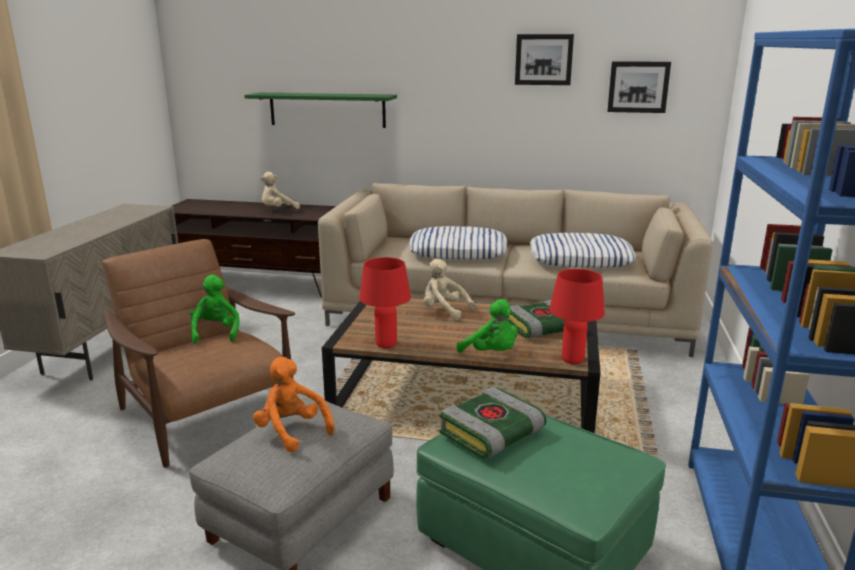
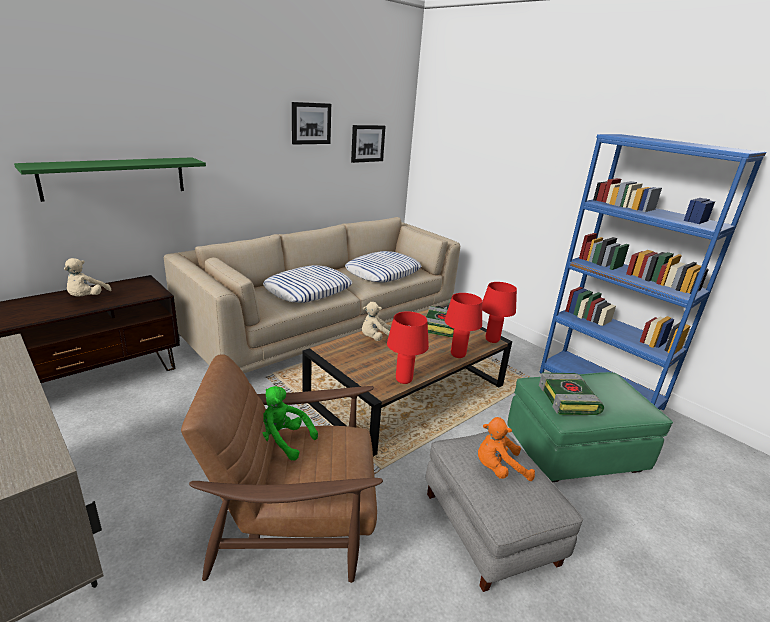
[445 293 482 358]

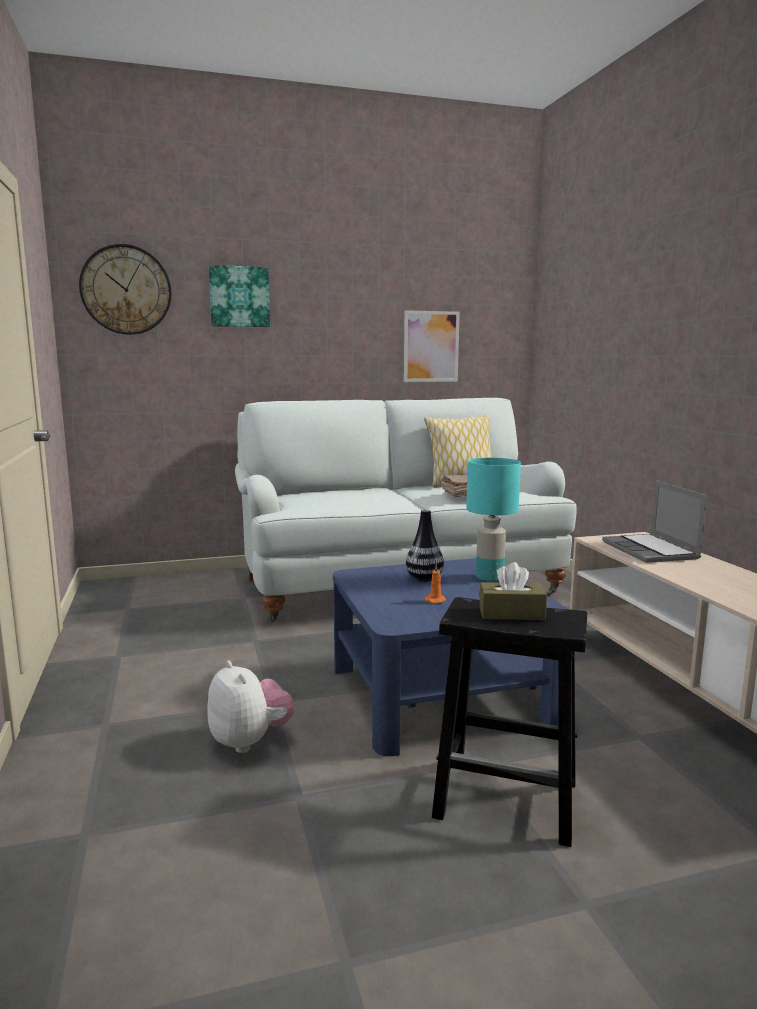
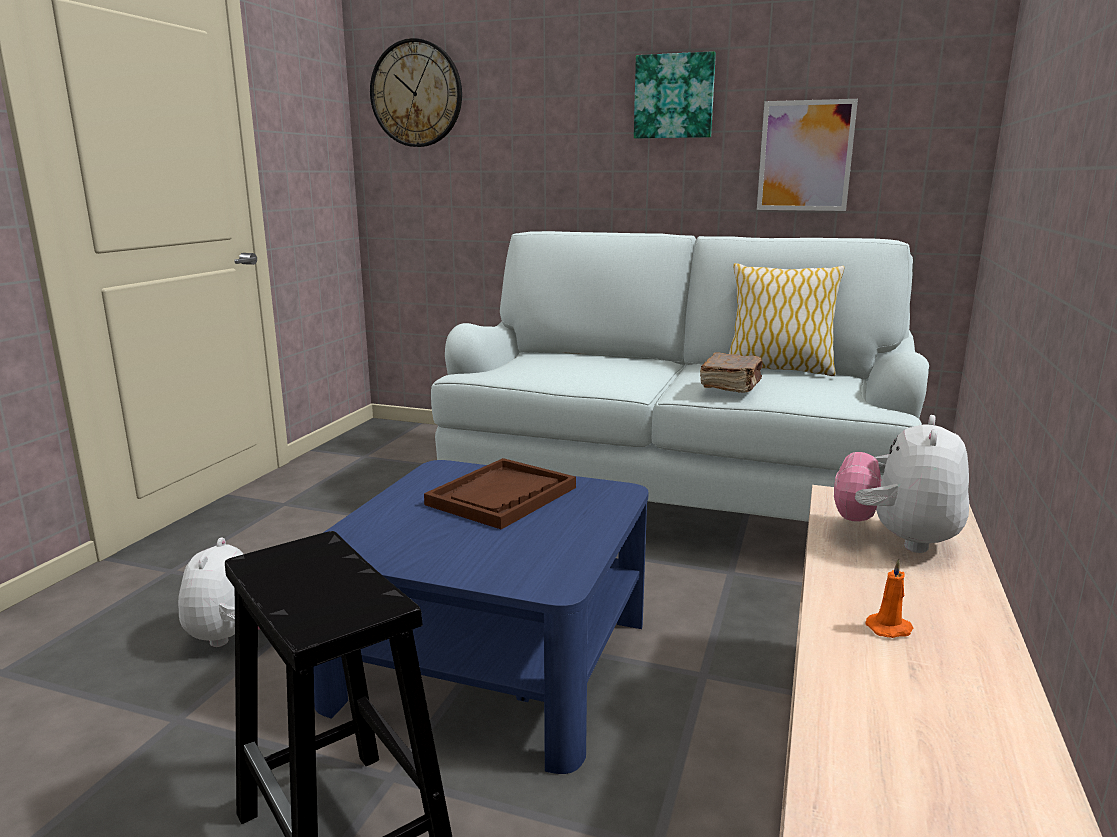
[634 51 716 138]
[466 458 521 581] (first image)
[834 415 969 553]
[424 458 576 529]
[479 562 547 620] (first image)
[865 559 913 638]

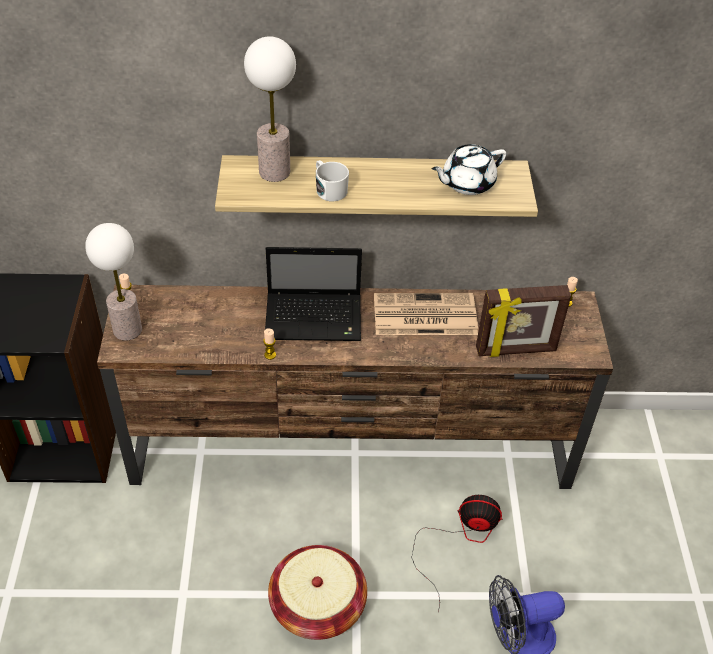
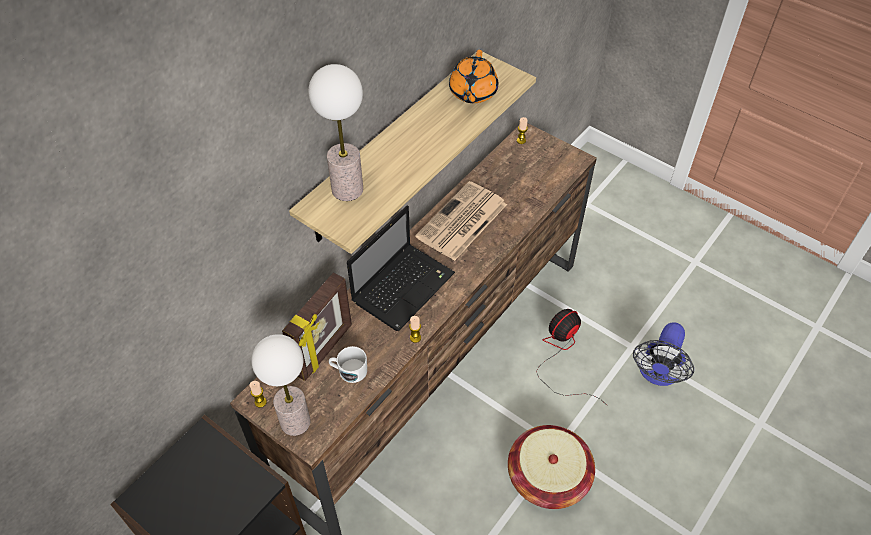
[449 50 498 103]
[329 346 367 383]
[282 273 352 381]

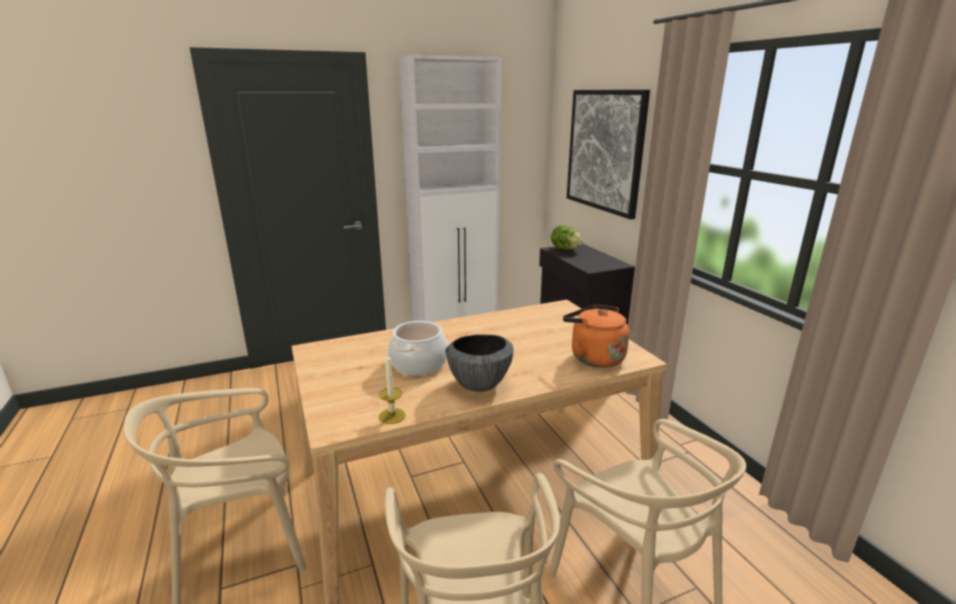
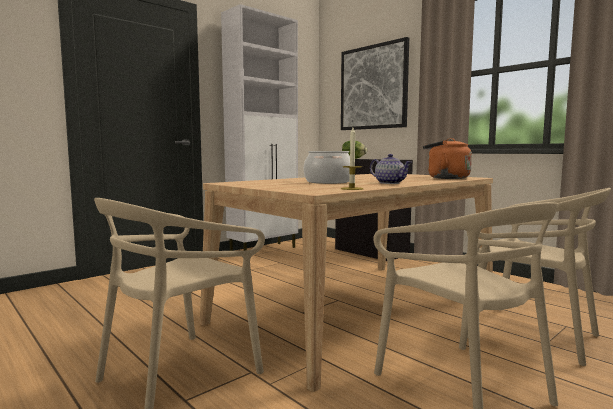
[370 154 412 184]

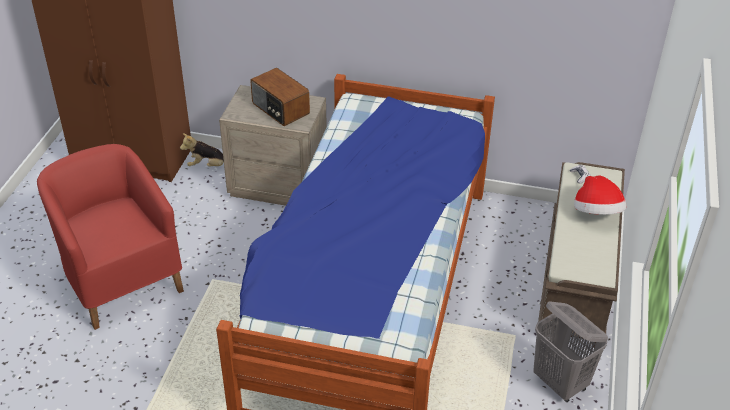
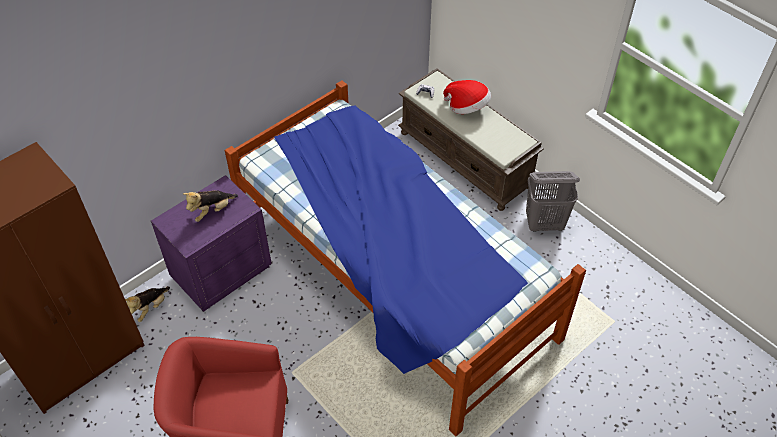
[183 190 238 222]
[151 175 272 312]

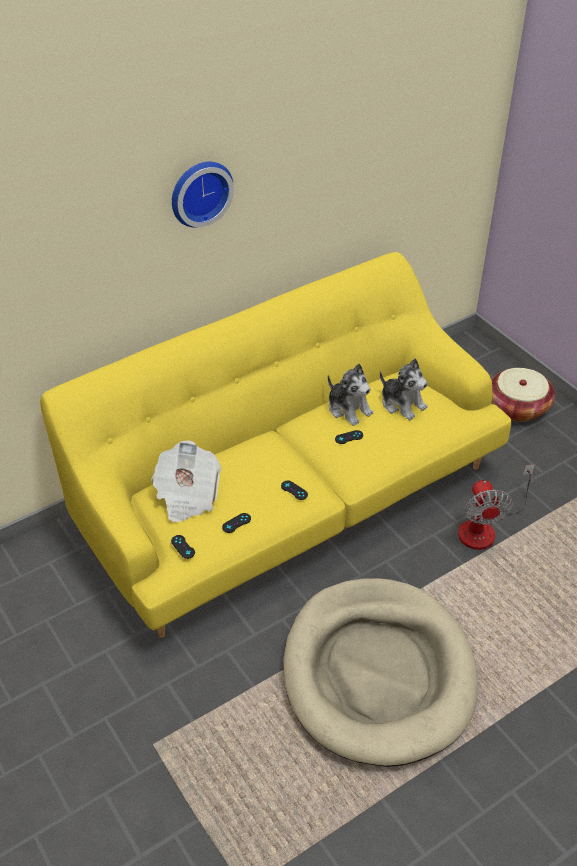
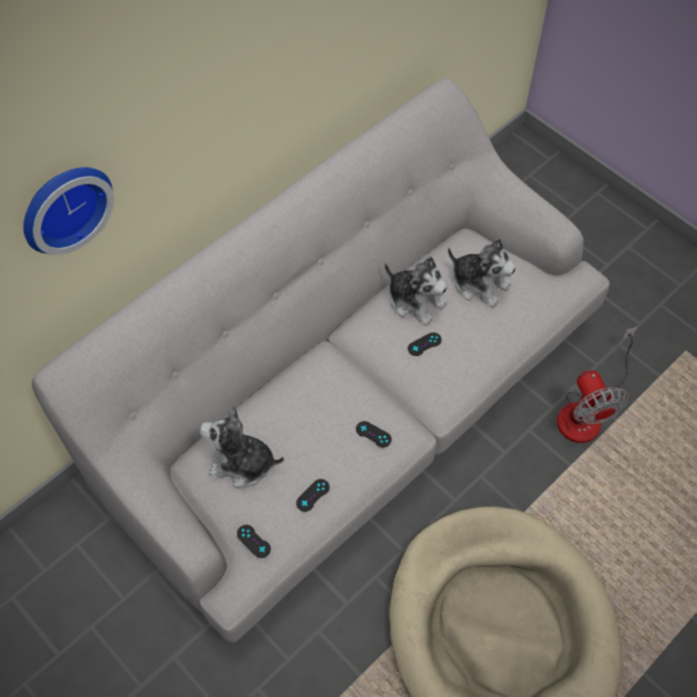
[23 167 114 255]
[32 78 610 642]
[492 368 555 422] (first image)
[200 405 284 488]

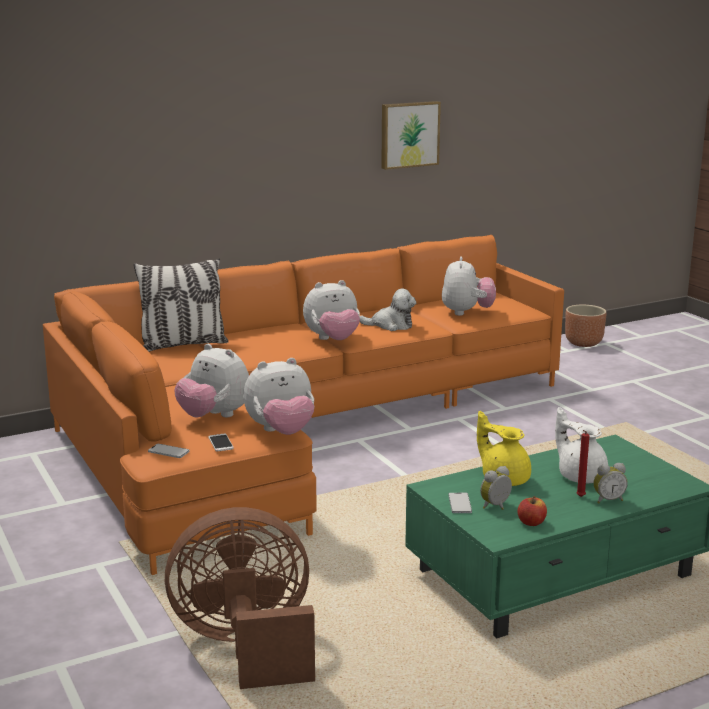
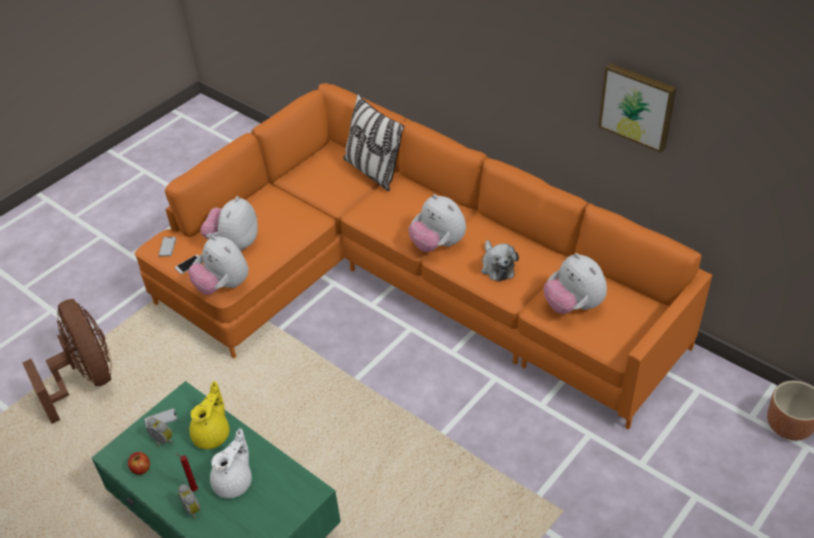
[544 253 607 314]

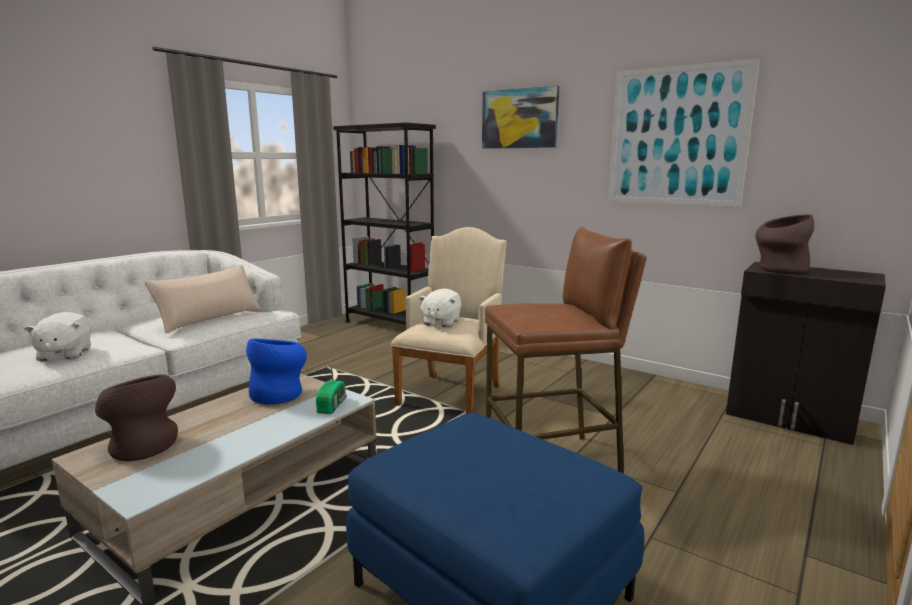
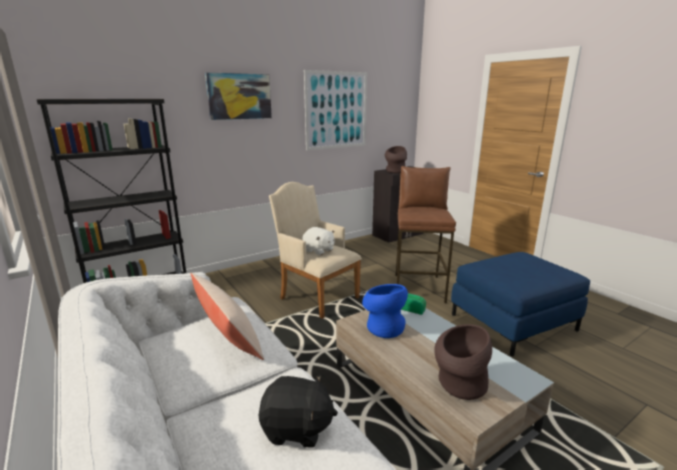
[259 375 338 448]

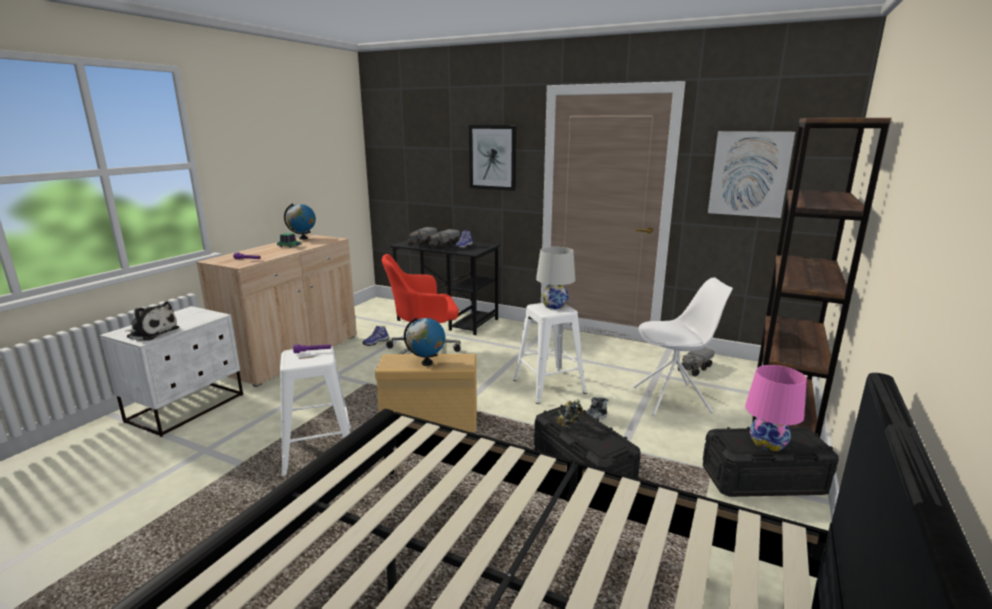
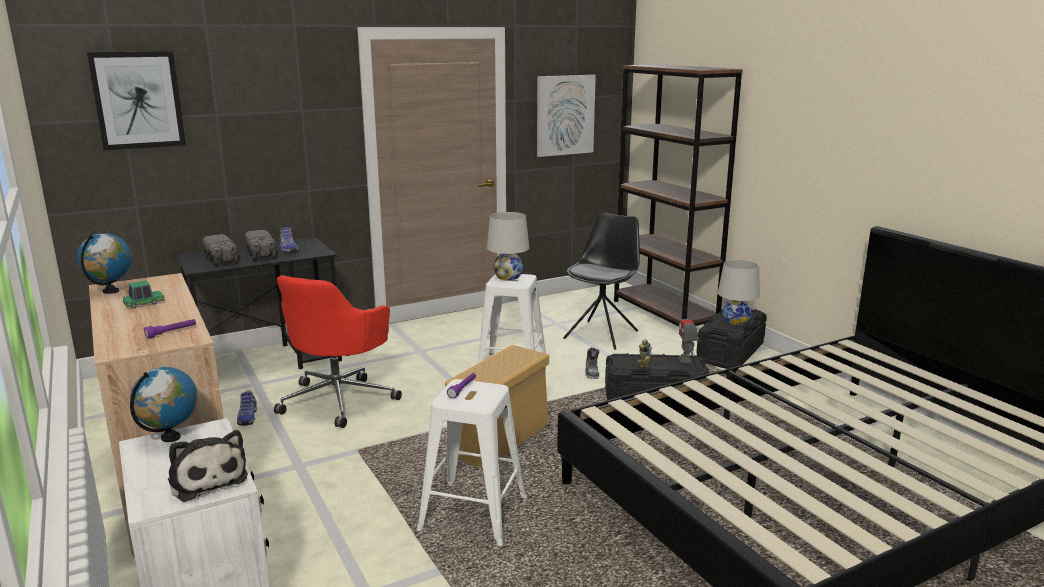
[87 51 186 150]
[563 213 640 350]
[168 430 248 502]
[130 367 197 442]
[678 347 715 376] (first image)
[718 260 760 325]
[679 308 698 363]

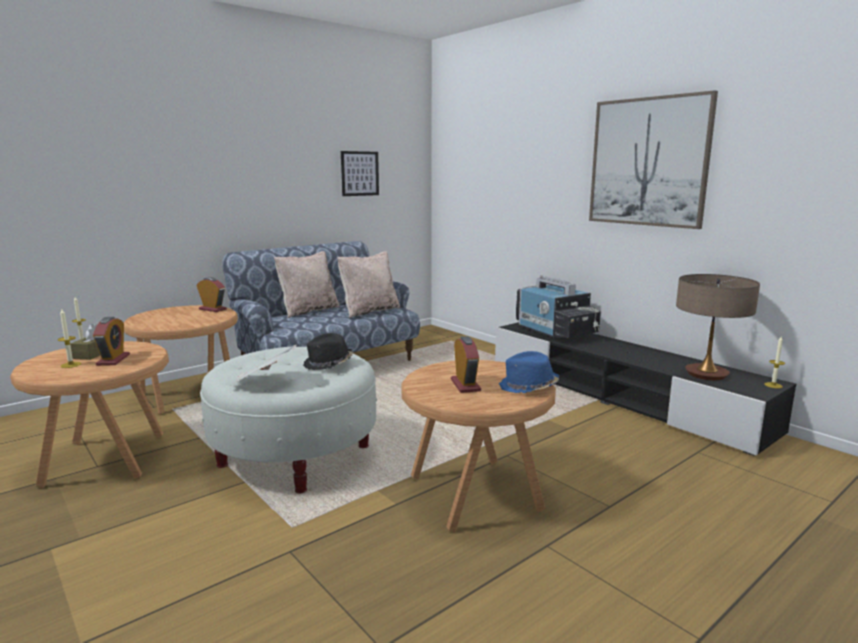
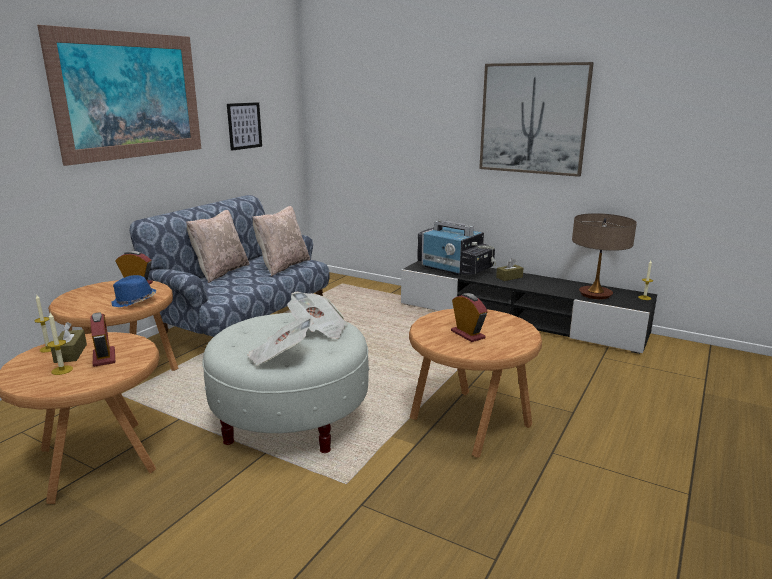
[287 292 348 339]
[111 275 157 307]
[37 25 201 166]
[496 258 523 281]

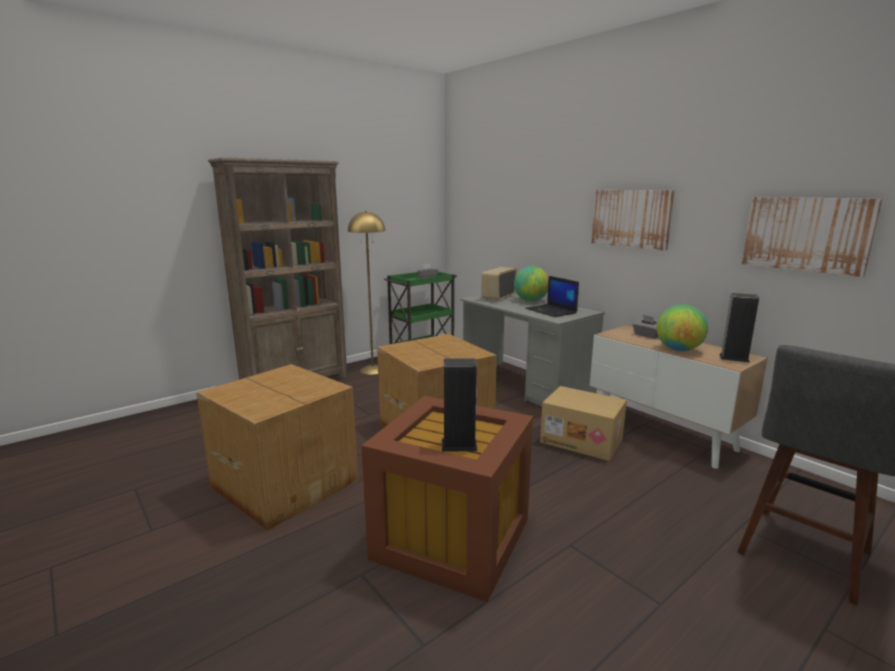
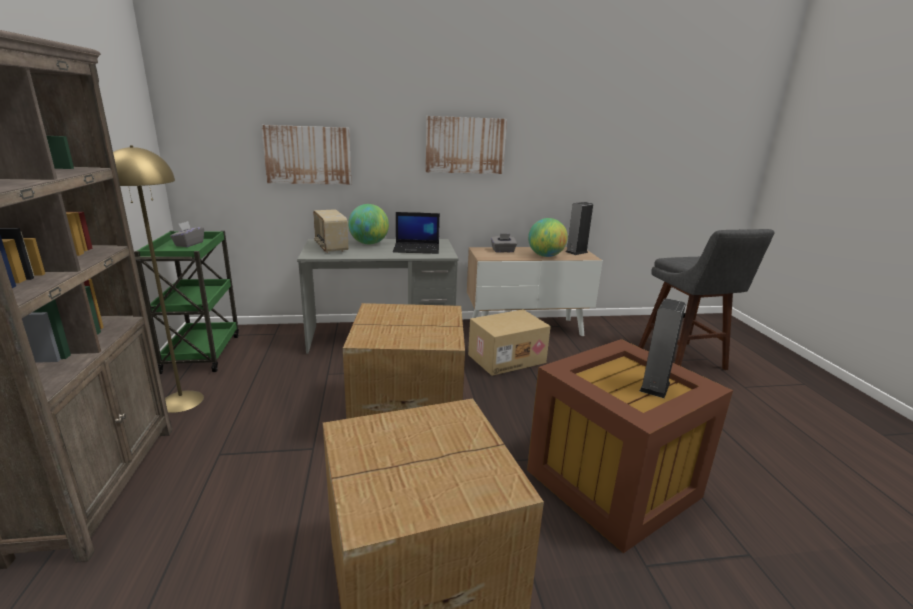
[261 125 351 185]

